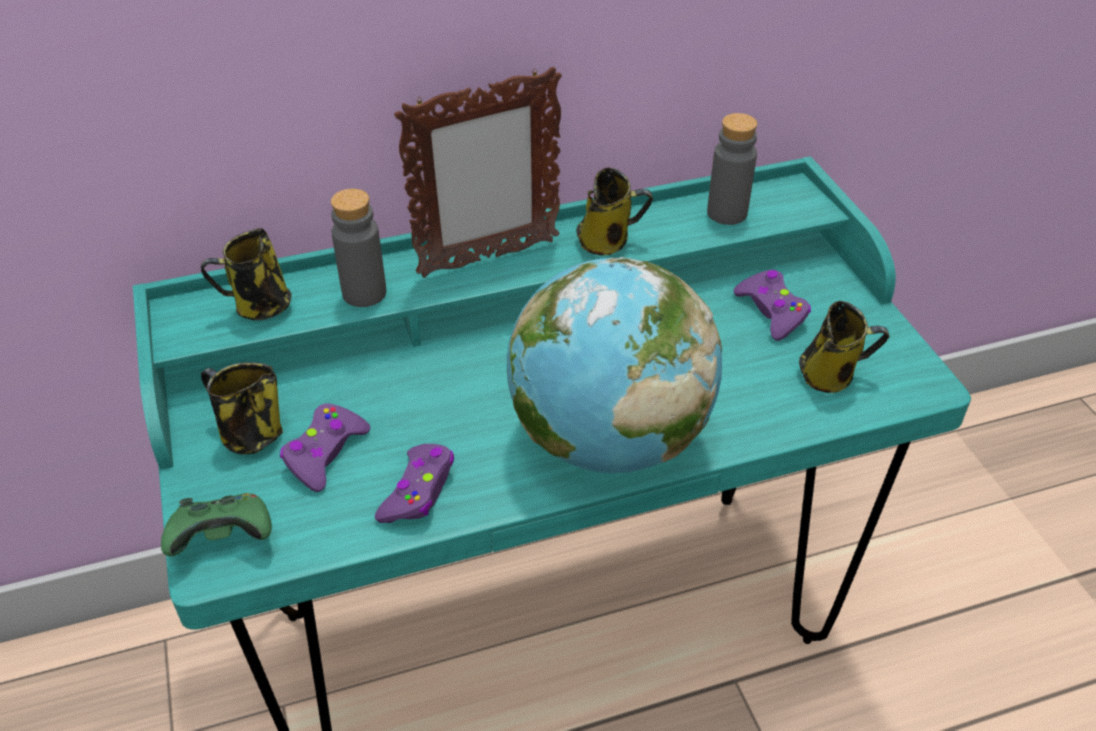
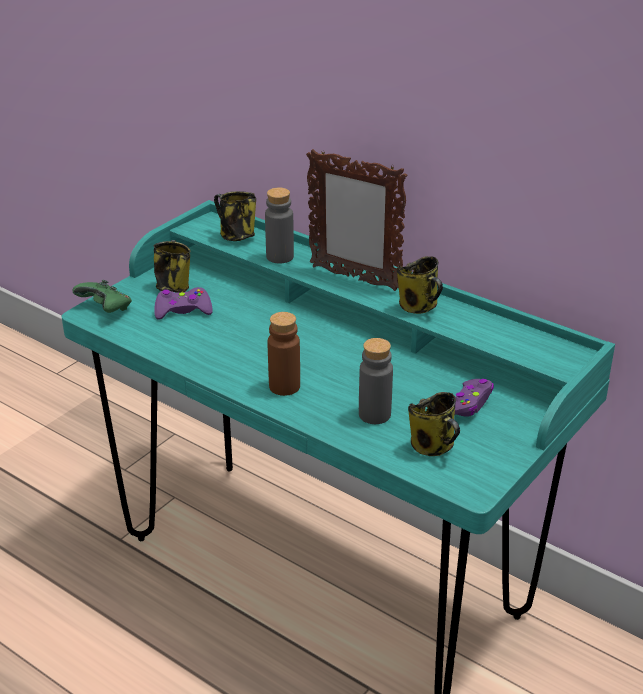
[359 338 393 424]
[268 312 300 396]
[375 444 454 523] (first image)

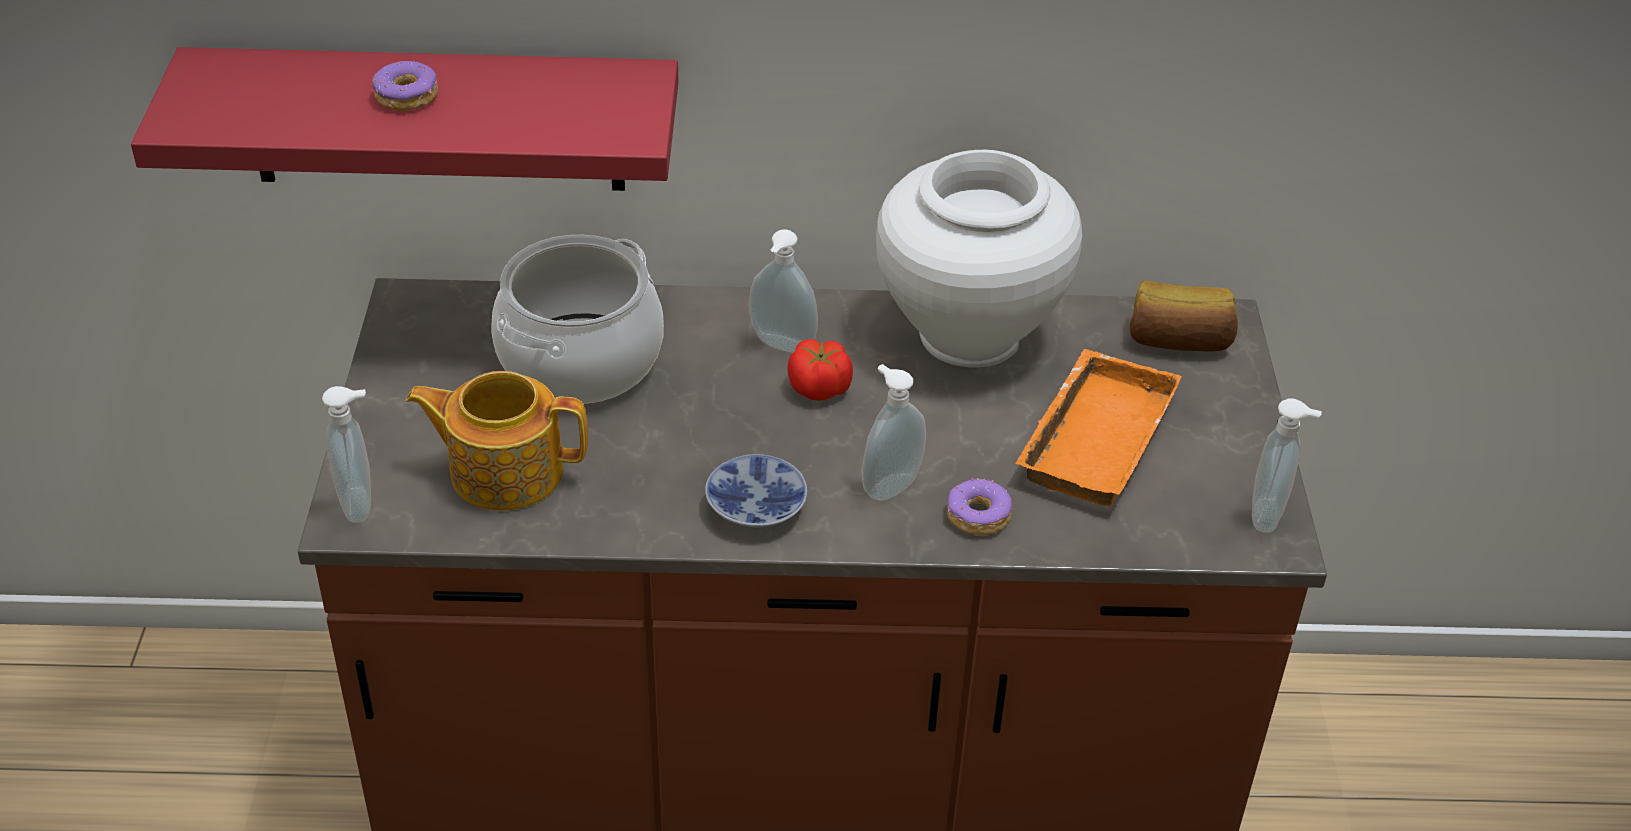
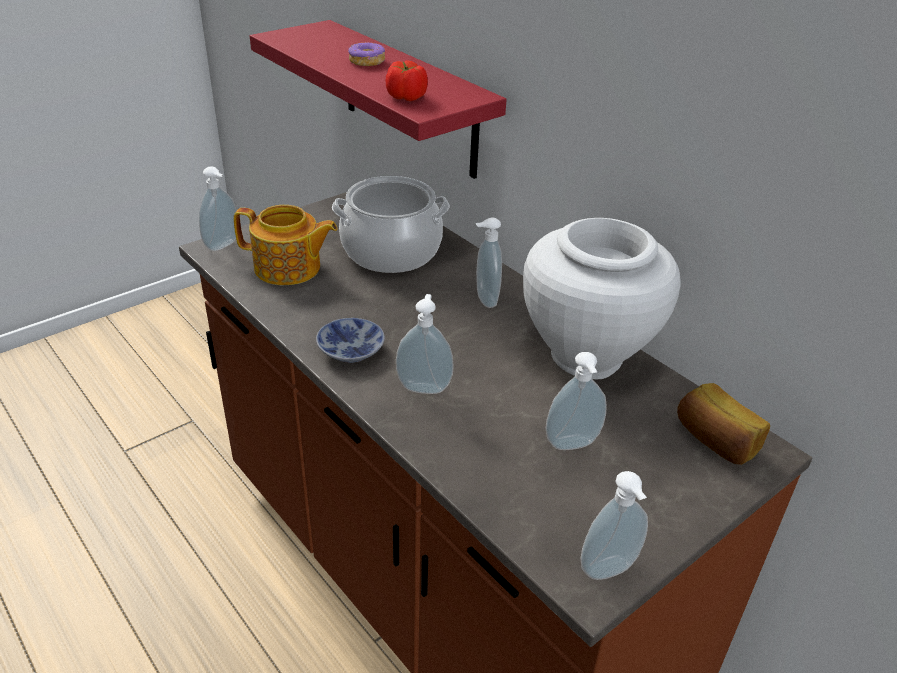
[386 60 428 101]
[546 352 607 450]
[234 205 337 285]
[947 478 1012 536] (first image)

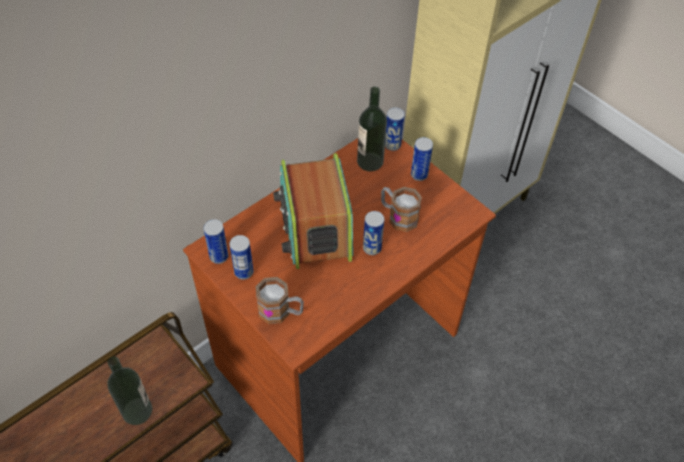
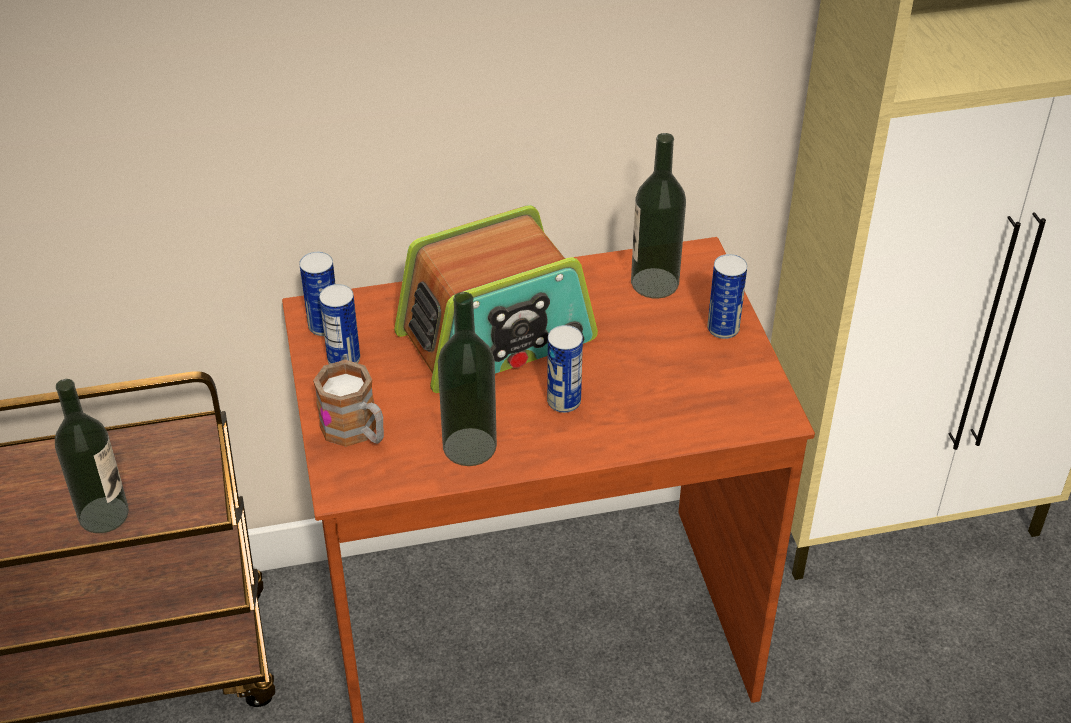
[385 108 405 151] (first image)
[394 205 598 393]
[381 187 422 232] (first image)
[438 292 497 466]

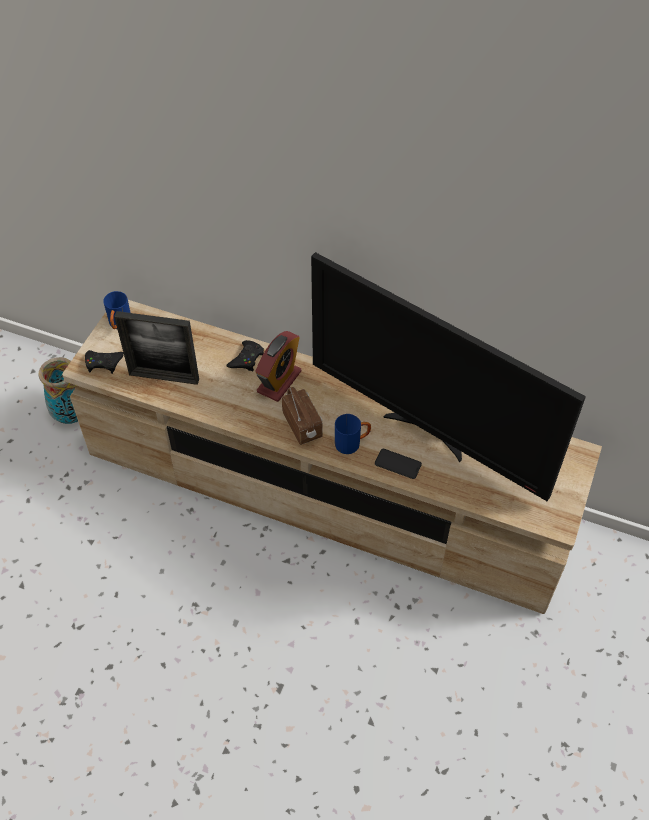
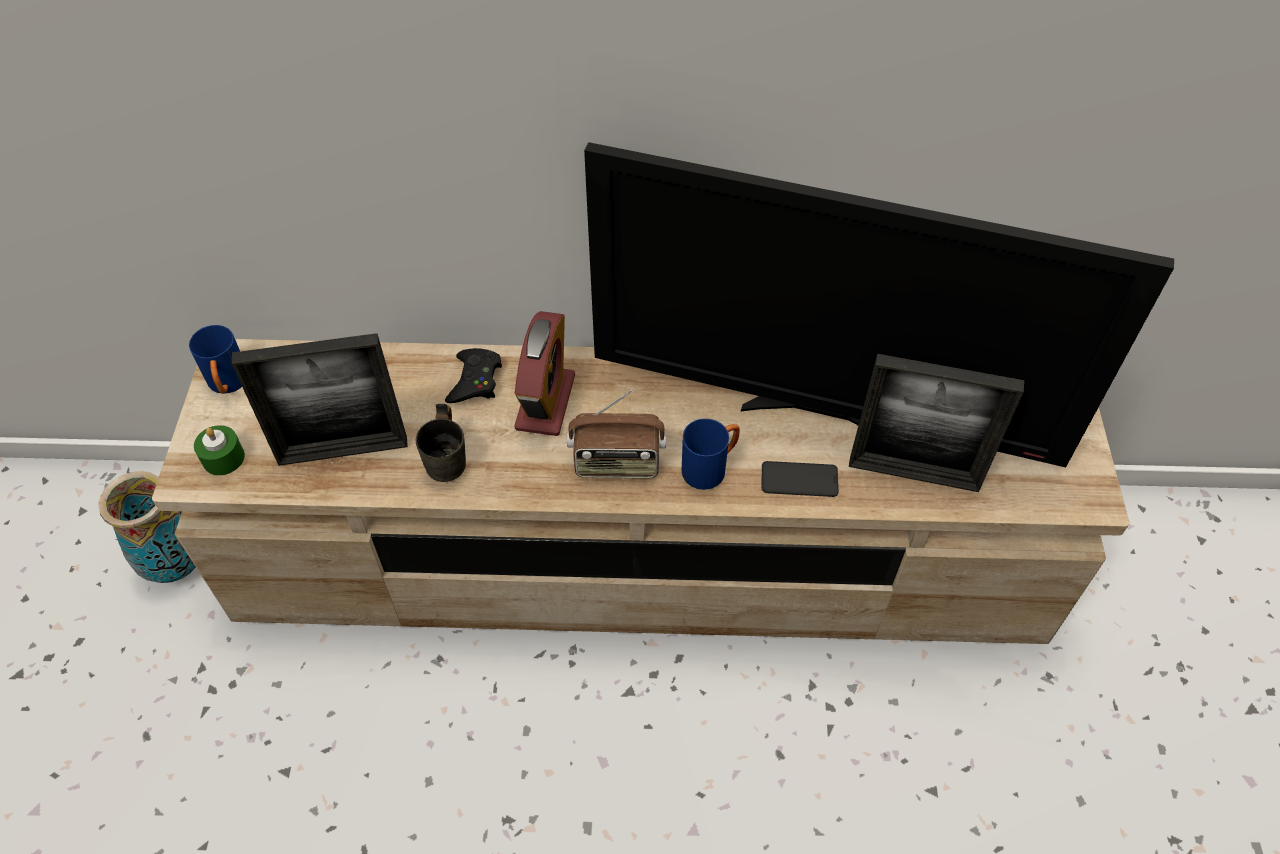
[194 425 245 475]
[567 390 666 478]
[849 354 1024 492]
[416 404 466 482]

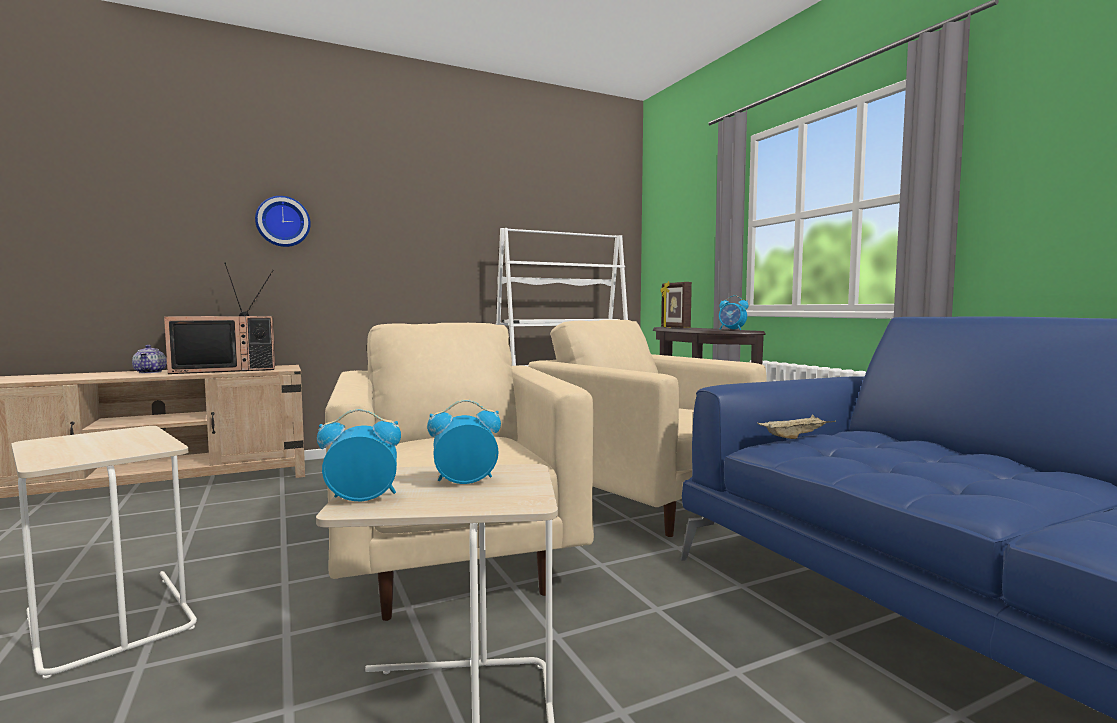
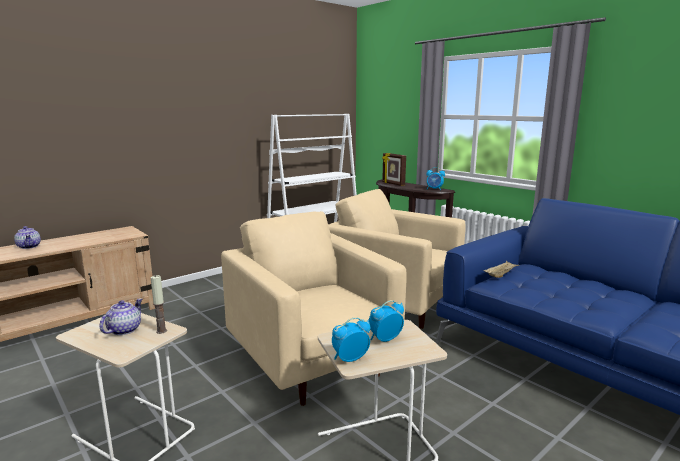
[255 196 311 247] (first image)
[164 263 275 374] (first image)
[151 275 167 334]
[100 298 142 335]

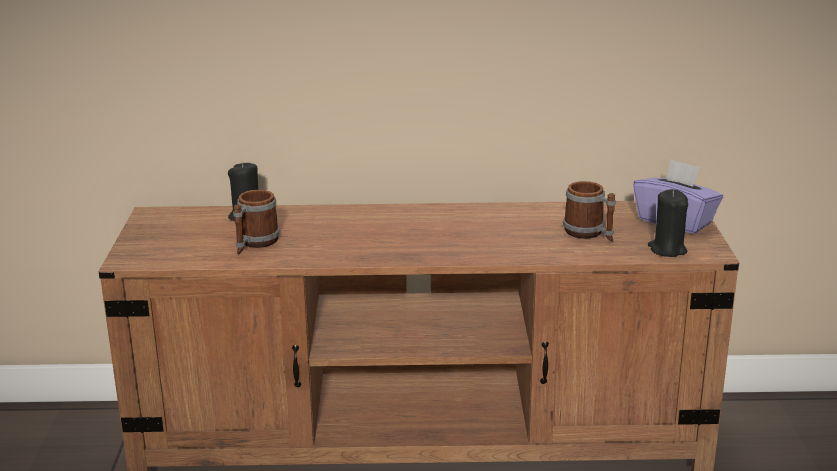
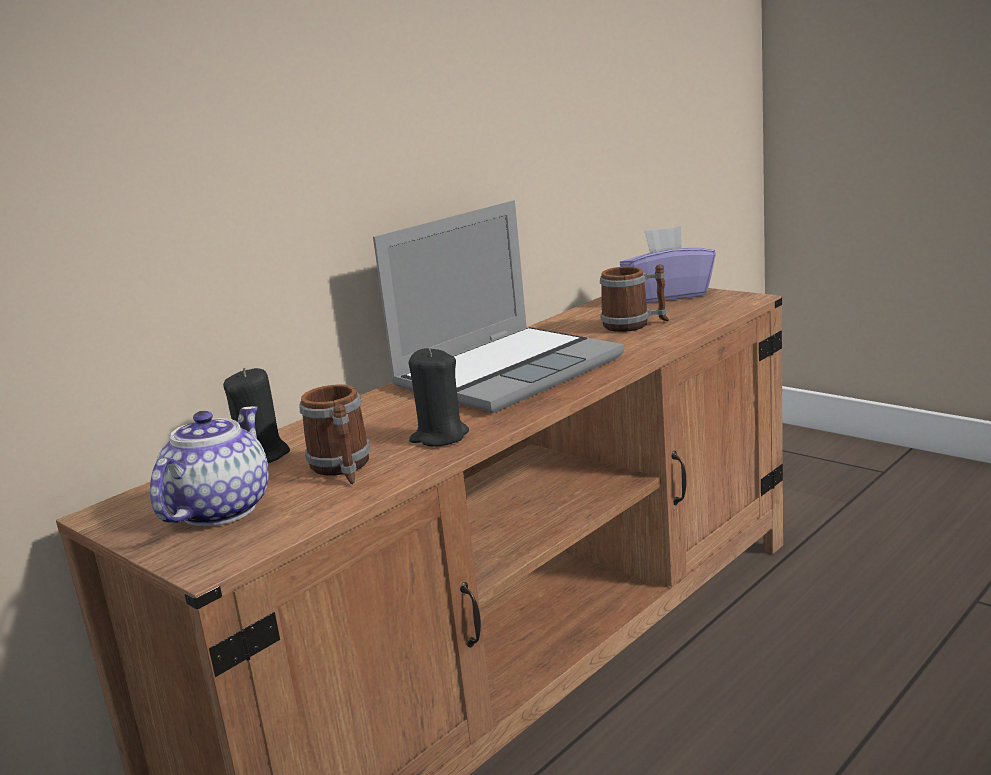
[409 347 469 446]
[373 200 624 413]
[150 406 269 526]

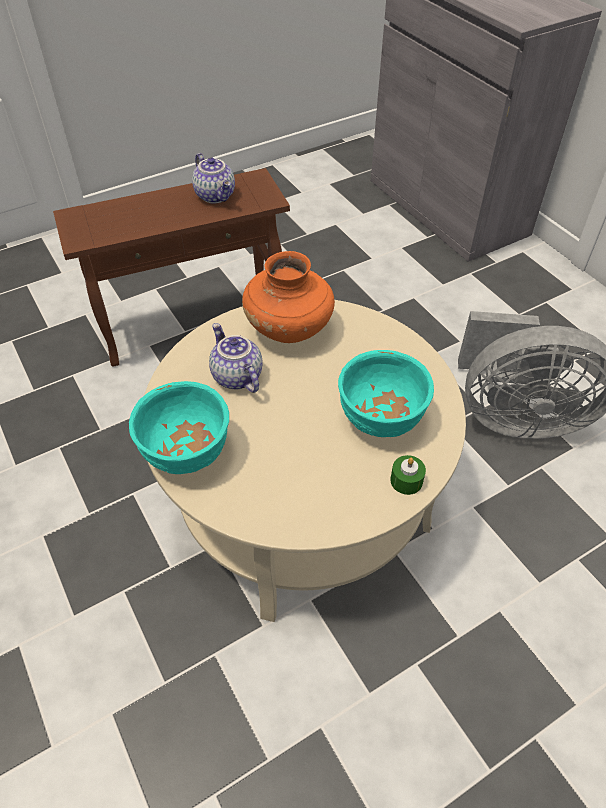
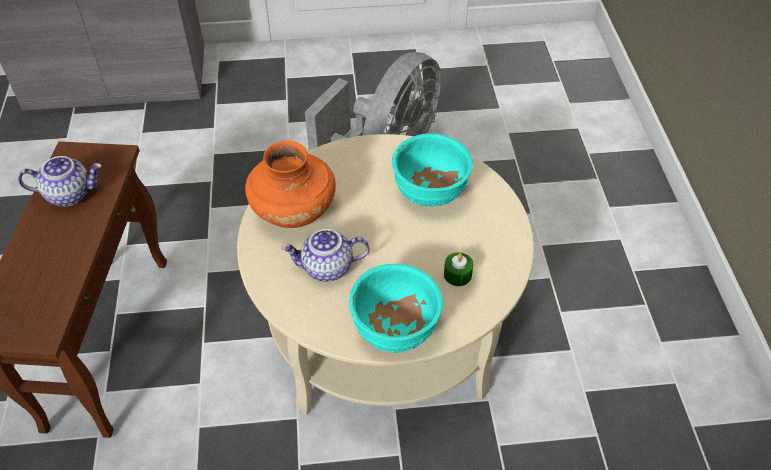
[444 252 473 286]

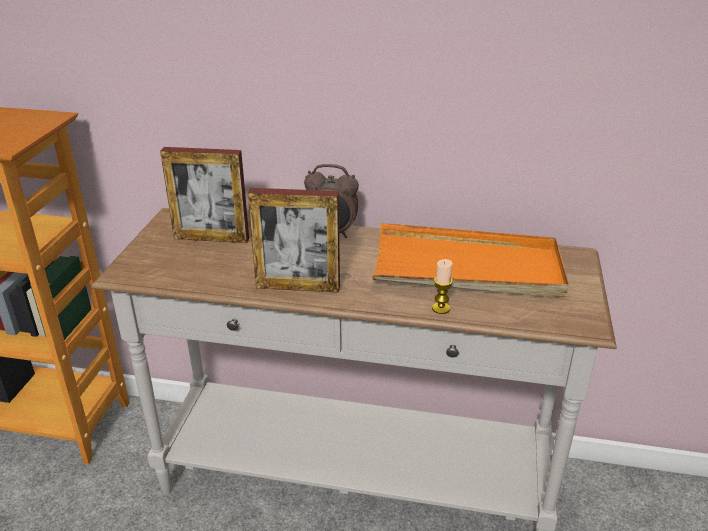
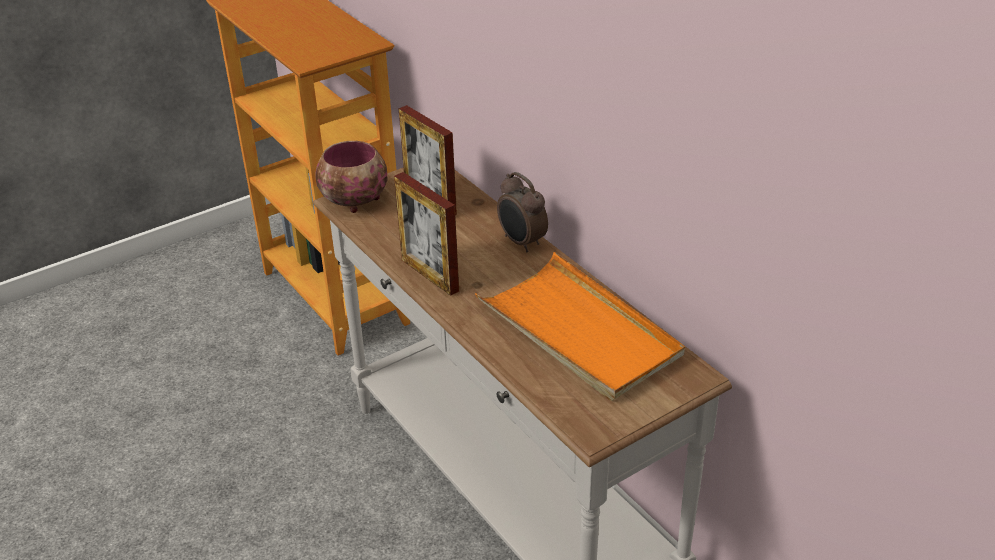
[432 259 453 314] (first image)
[315 141 387 213]

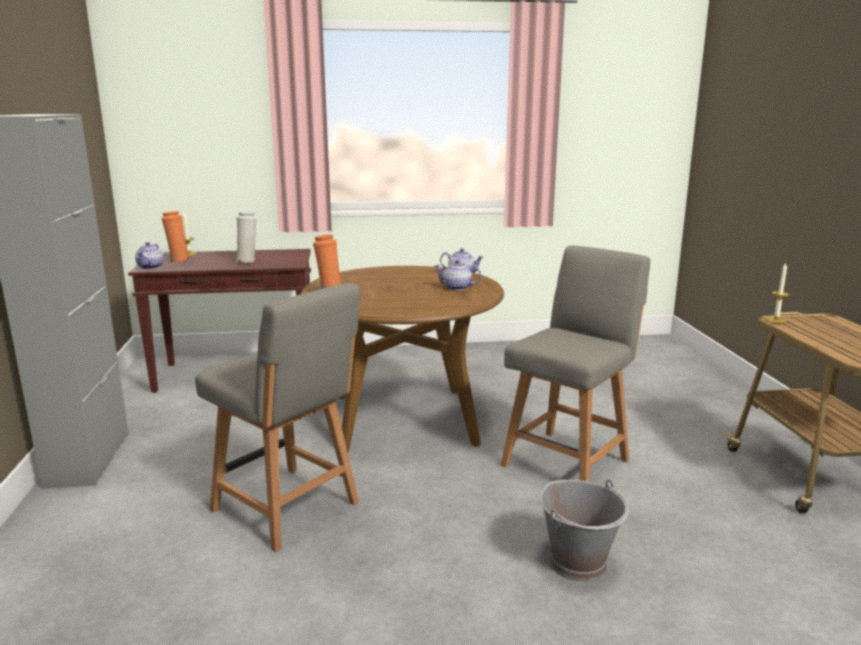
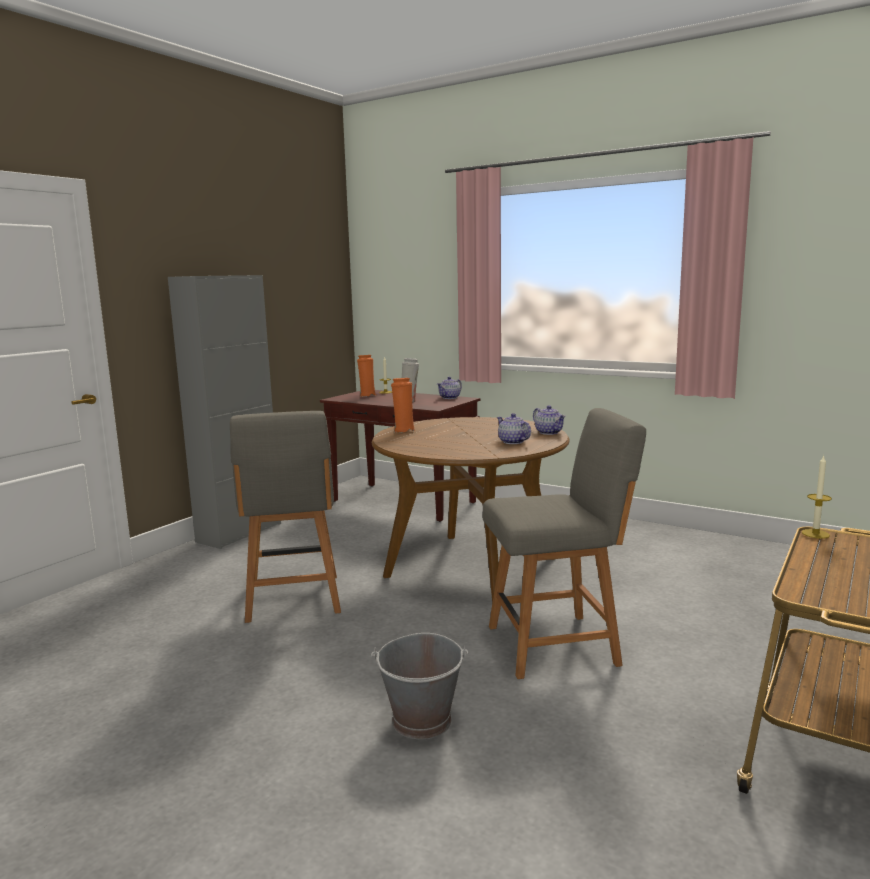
[437 377 462 399]

